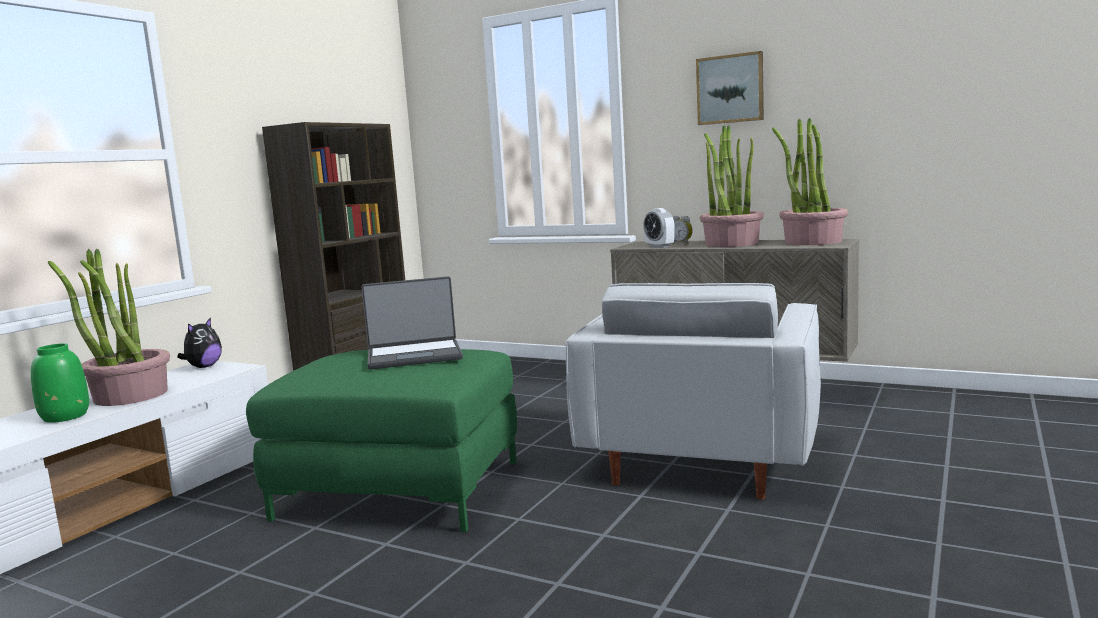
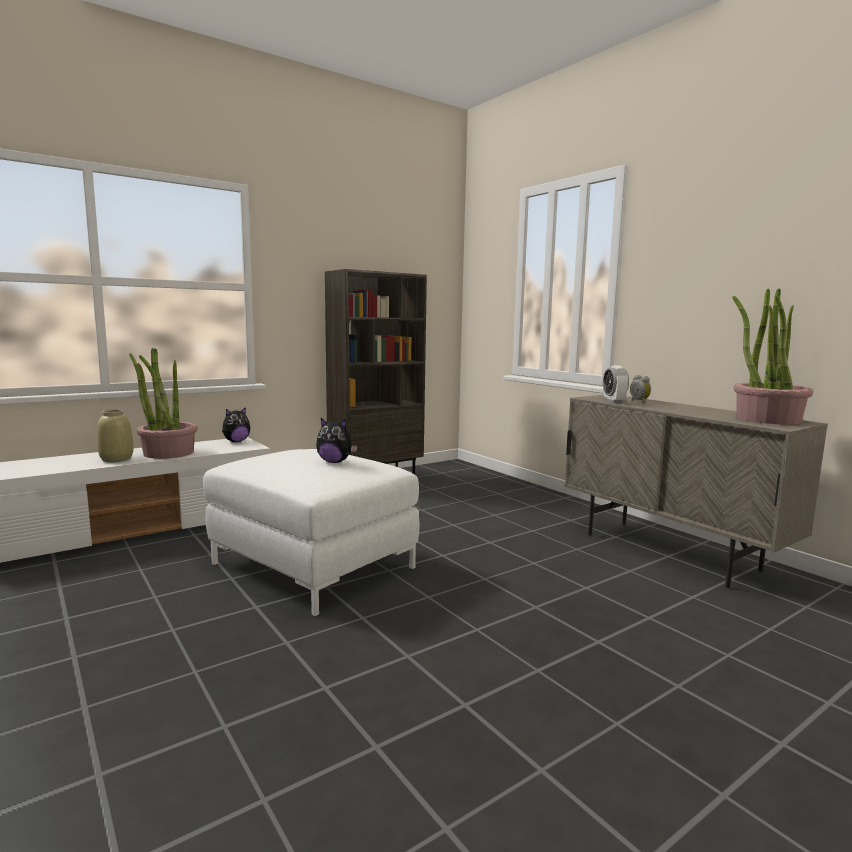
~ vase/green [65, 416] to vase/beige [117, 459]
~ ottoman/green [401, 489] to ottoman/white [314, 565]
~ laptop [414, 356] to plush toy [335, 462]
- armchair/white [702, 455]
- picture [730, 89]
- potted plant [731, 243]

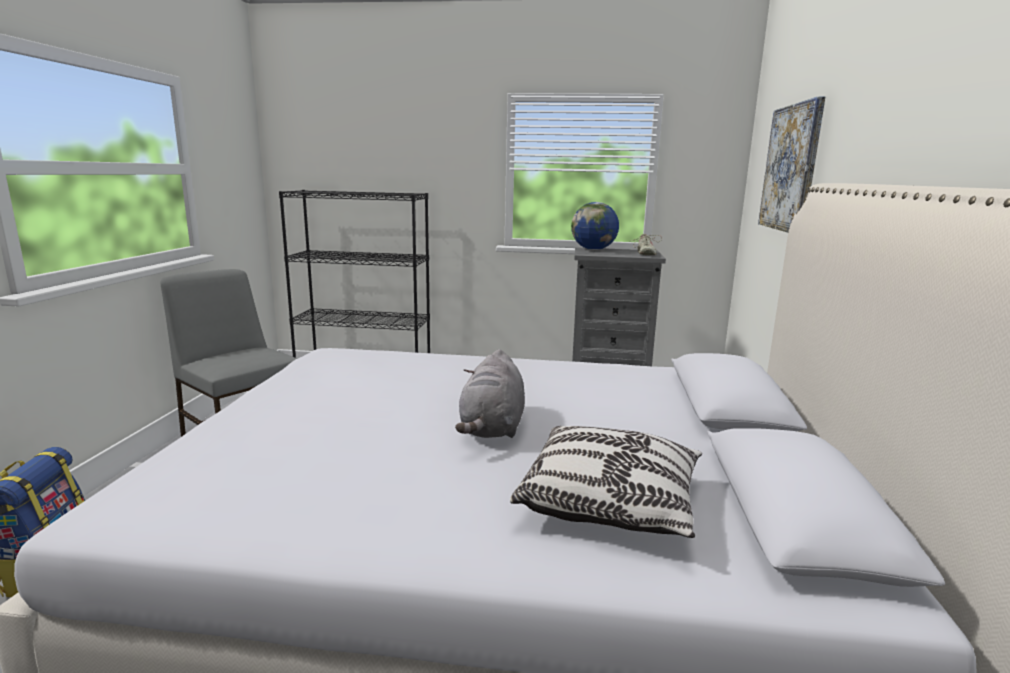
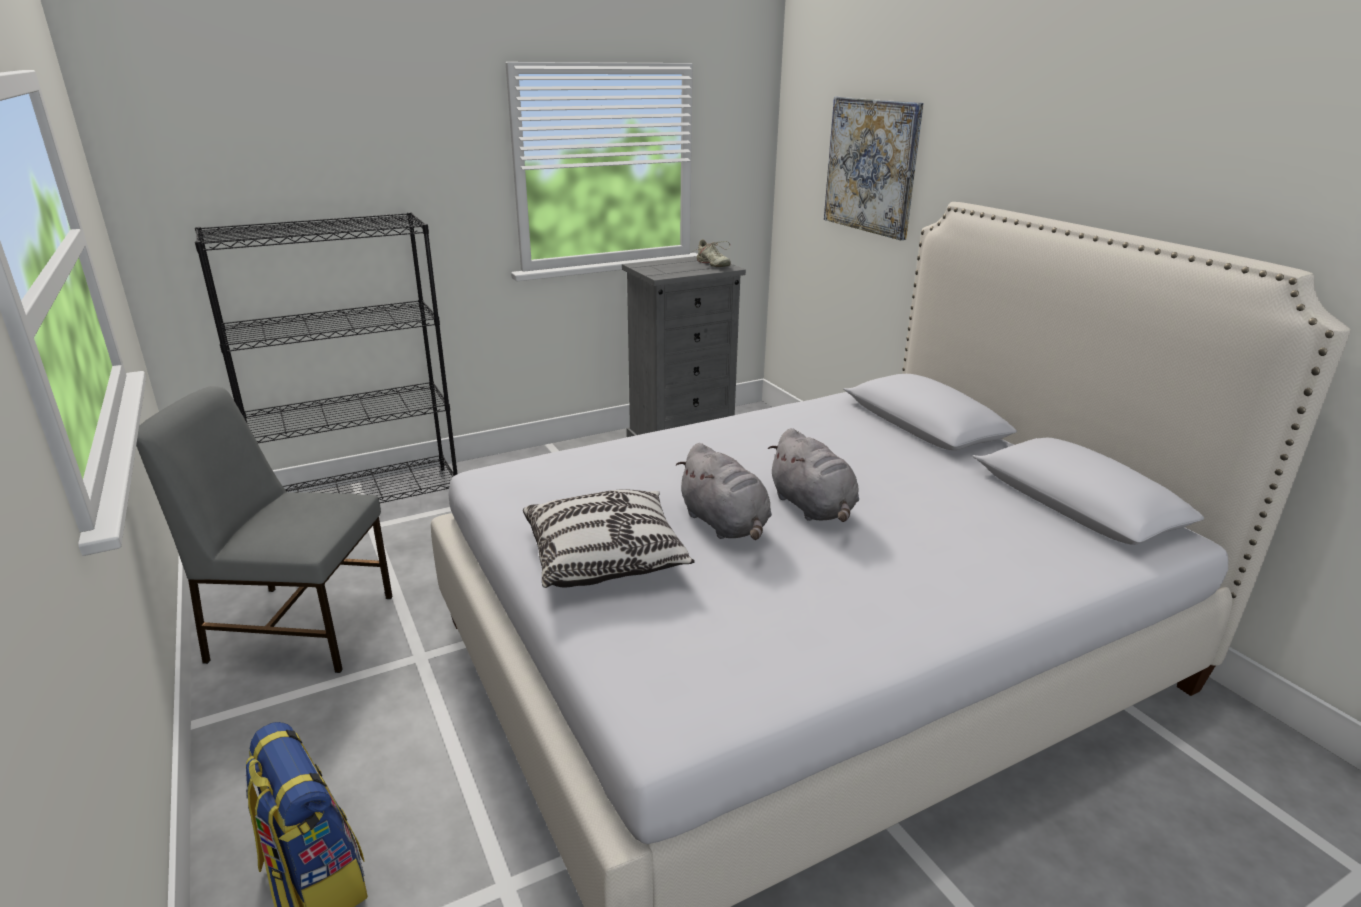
~ pillow [610, 502] to [606, 558]
+ plush toy/grey [725, 524]
- globe [593, 249]

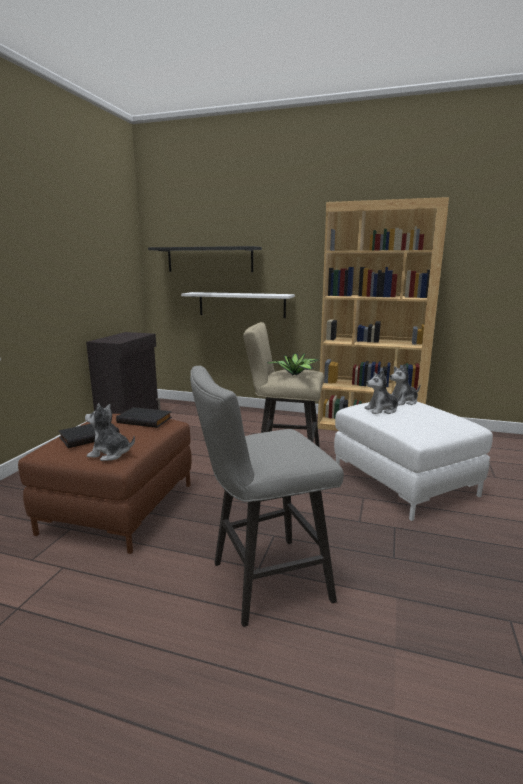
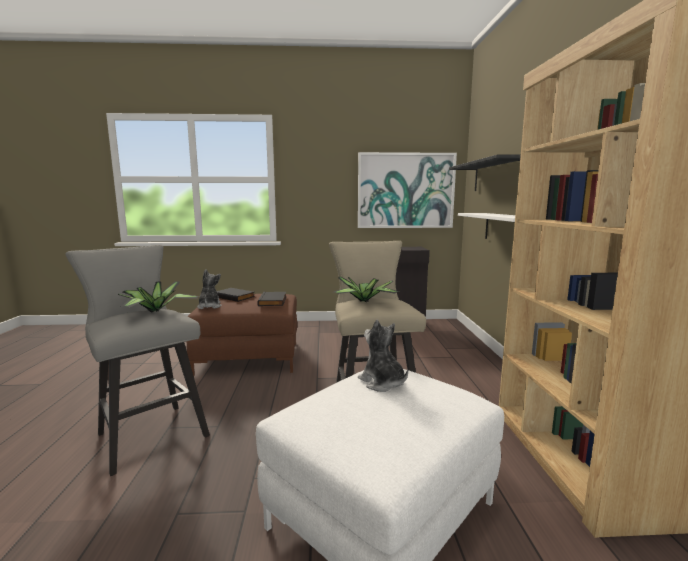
+ potted plant [154, 311]
+ picture [405, 191]
- plush toy [403, 401]

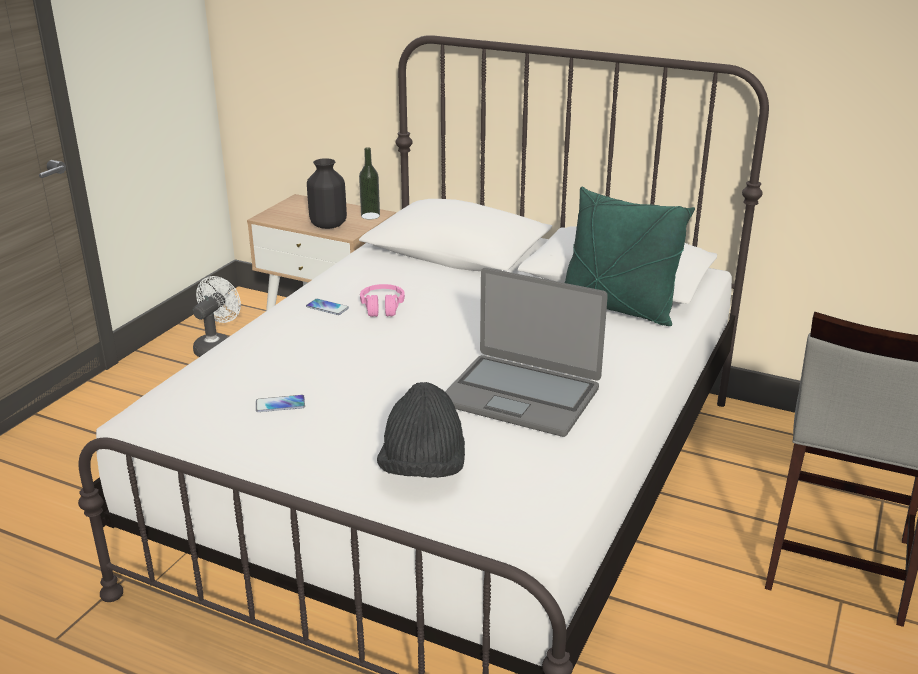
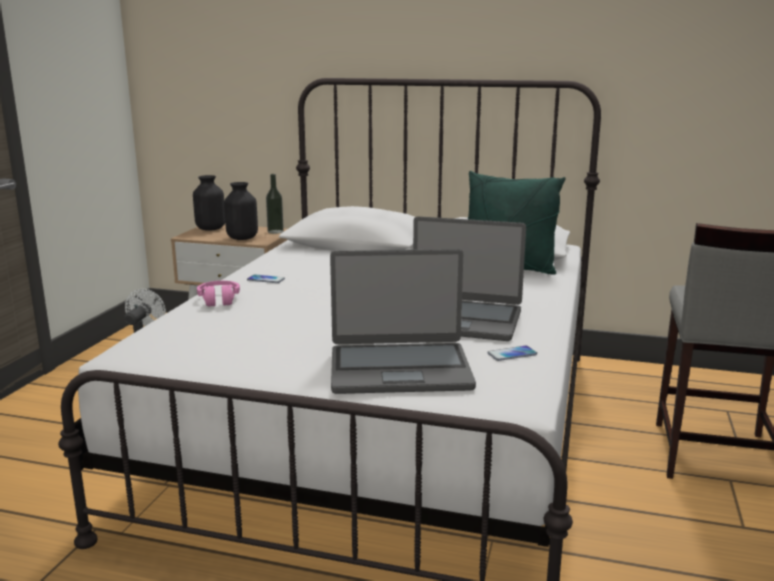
+ vase/black [210, 228]
~ headphones/pink [382, 308] to [219, 300]
~ hat/black [423, 469] to laptop [399, 369]
~ phone [280, 404] to [512, 354]

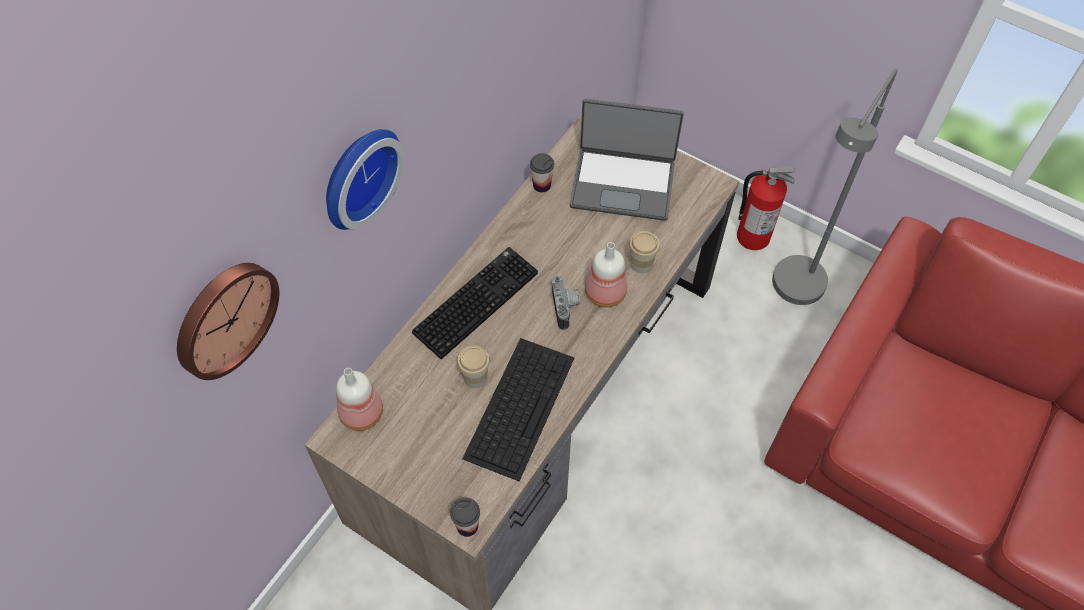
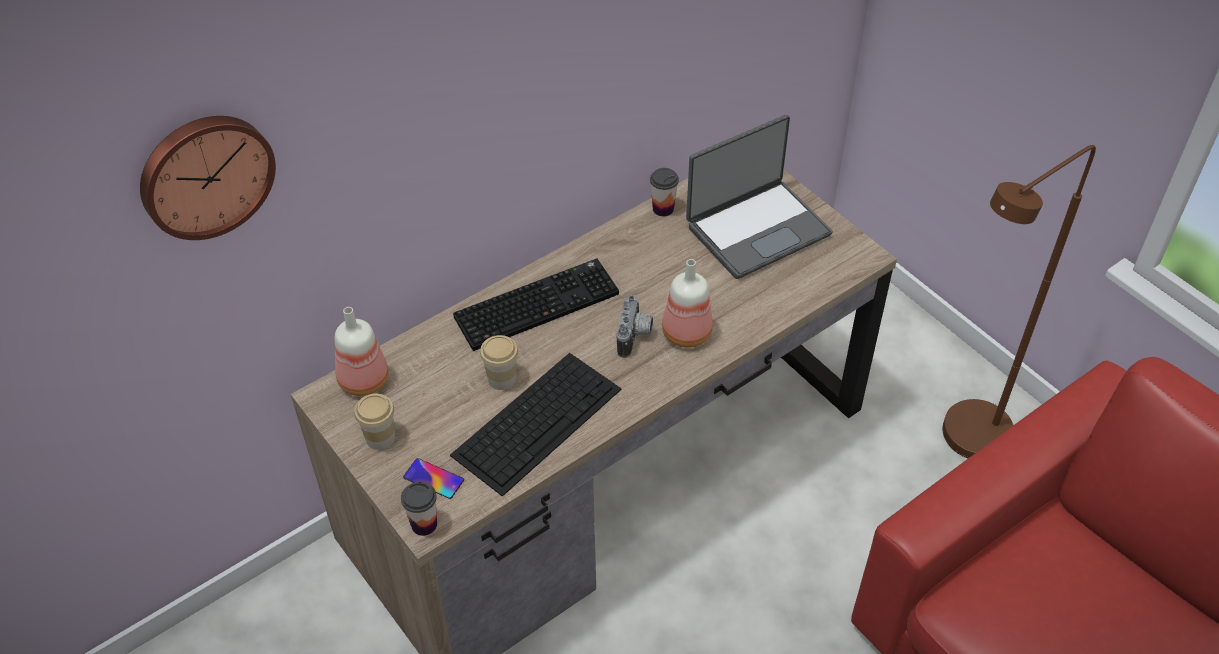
~ cup [641, 264] to [380, 438]
+ phone [433, 479]
~ laptop [623, 183] = [757, 229] 60 degrees counterclockwise
~ floor lamp/grey [794, 294] to floor lamp/brown [965, 445]
- wall clock [356, 175]
- fire extinguisher [752, 236]

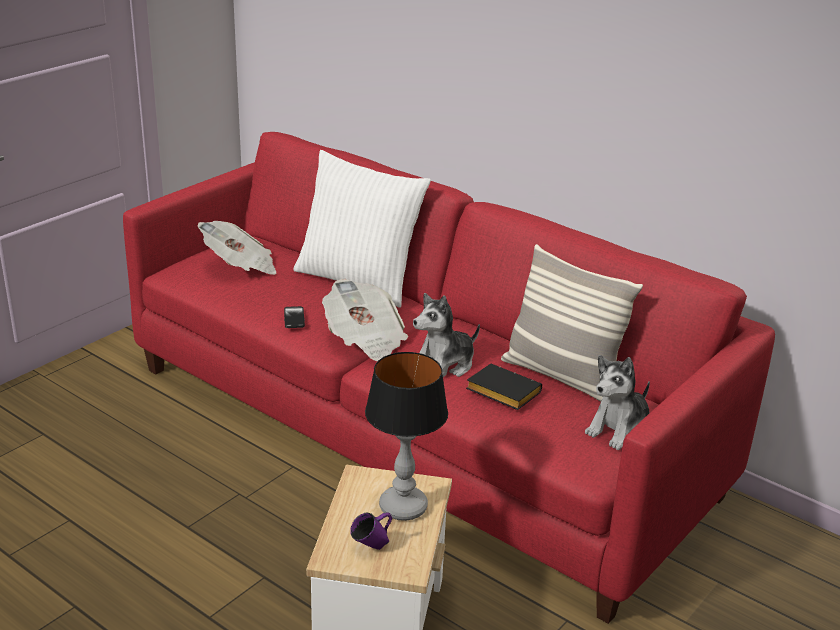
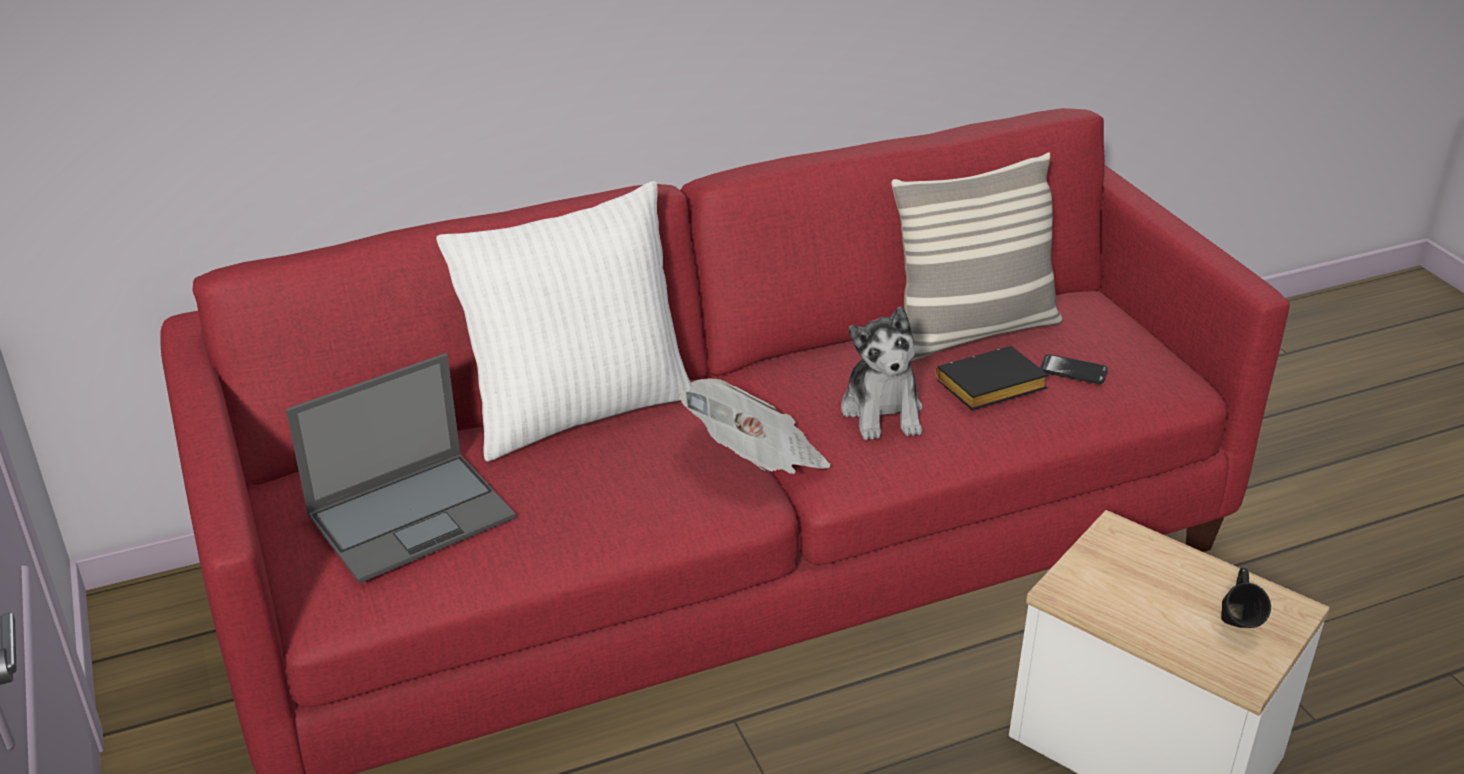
~ newspaper [240, 266] to laptop [413, 515]
~ phone [294, 318] to [1073, 371]
~ mug/purple [371, 548] to mug/black [1236, 629]
- table lamp [404, 507]
- plush toy [619, 429]

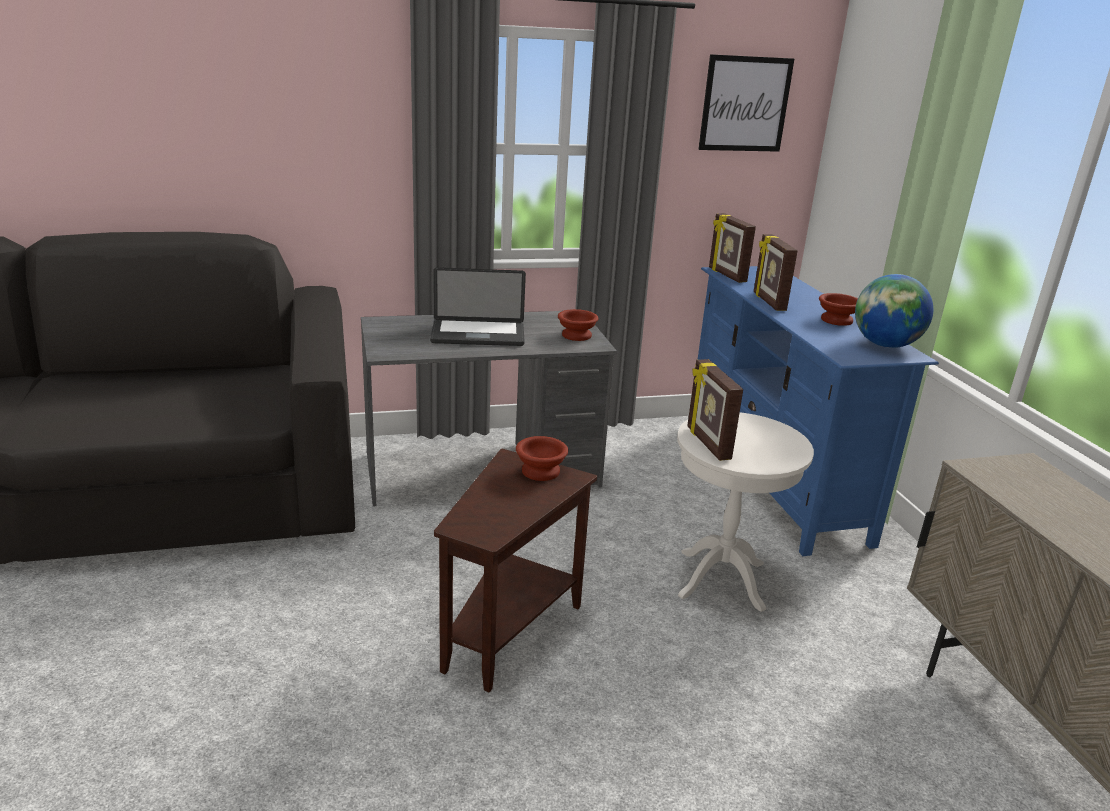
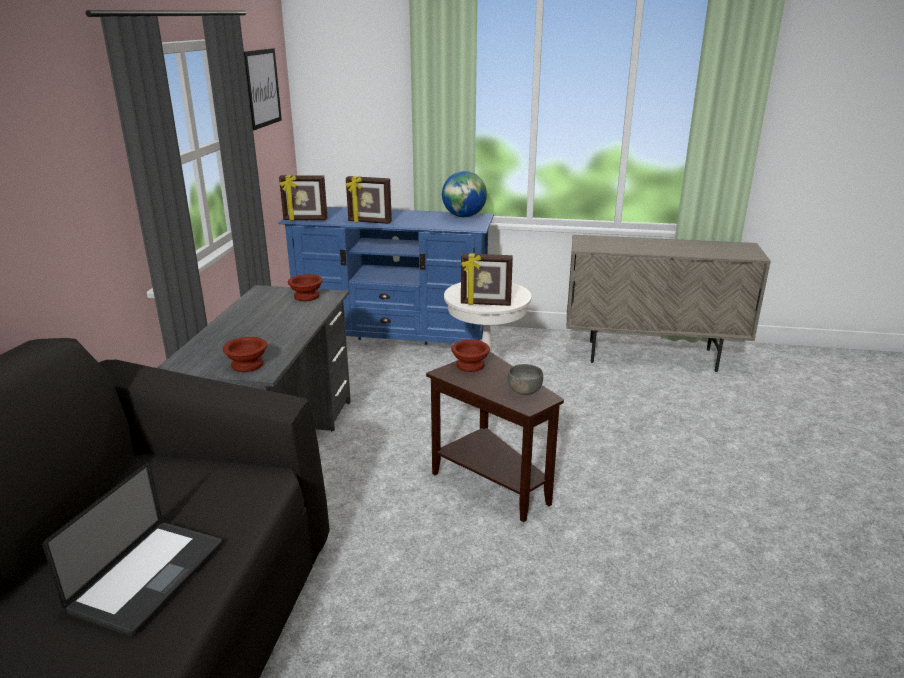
~ laptop [478, 335] to [148, 577]
~ bowl/brown [835, 320] to [246, 365]
+ bowl/grey [524, 390]

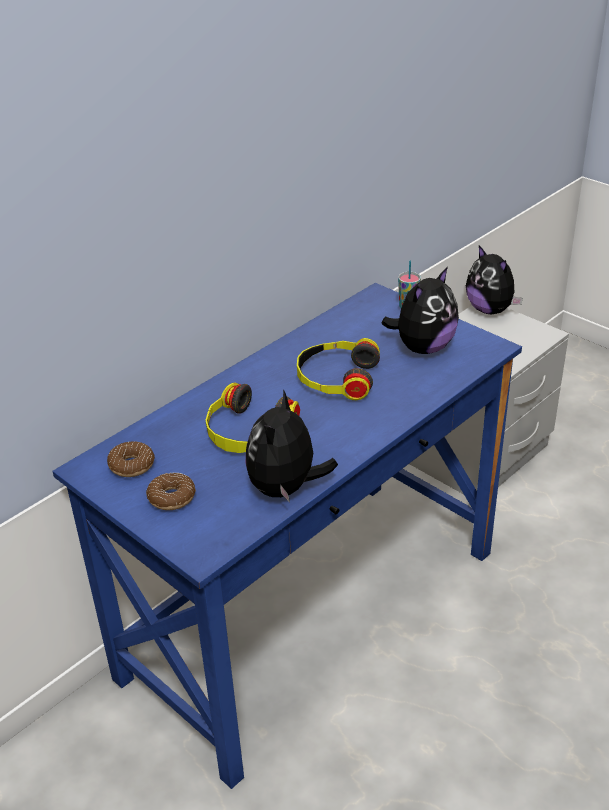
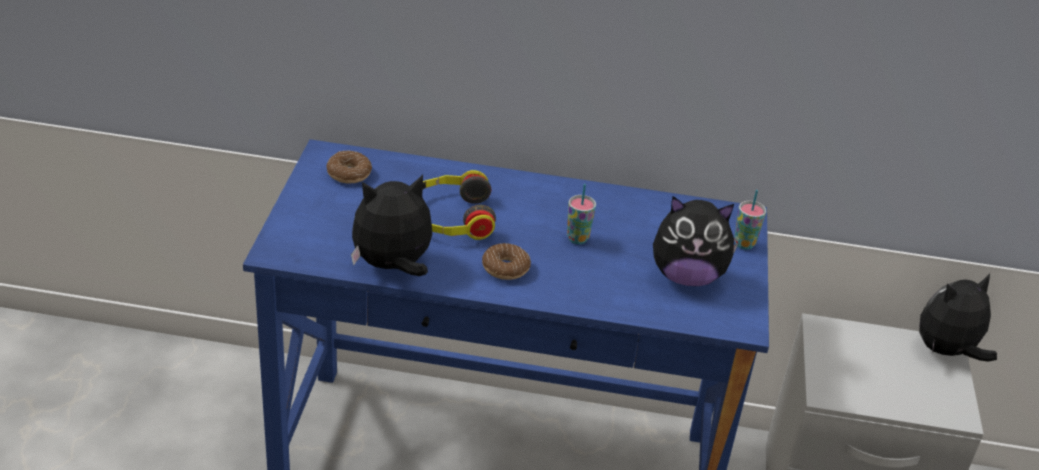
~ donut [172, 497] to [505, 268]
~ headphones [336, 378] to cup [577, 238]
~ plush toy [490, 310] = [947, 352] 45 degrees clockwise

